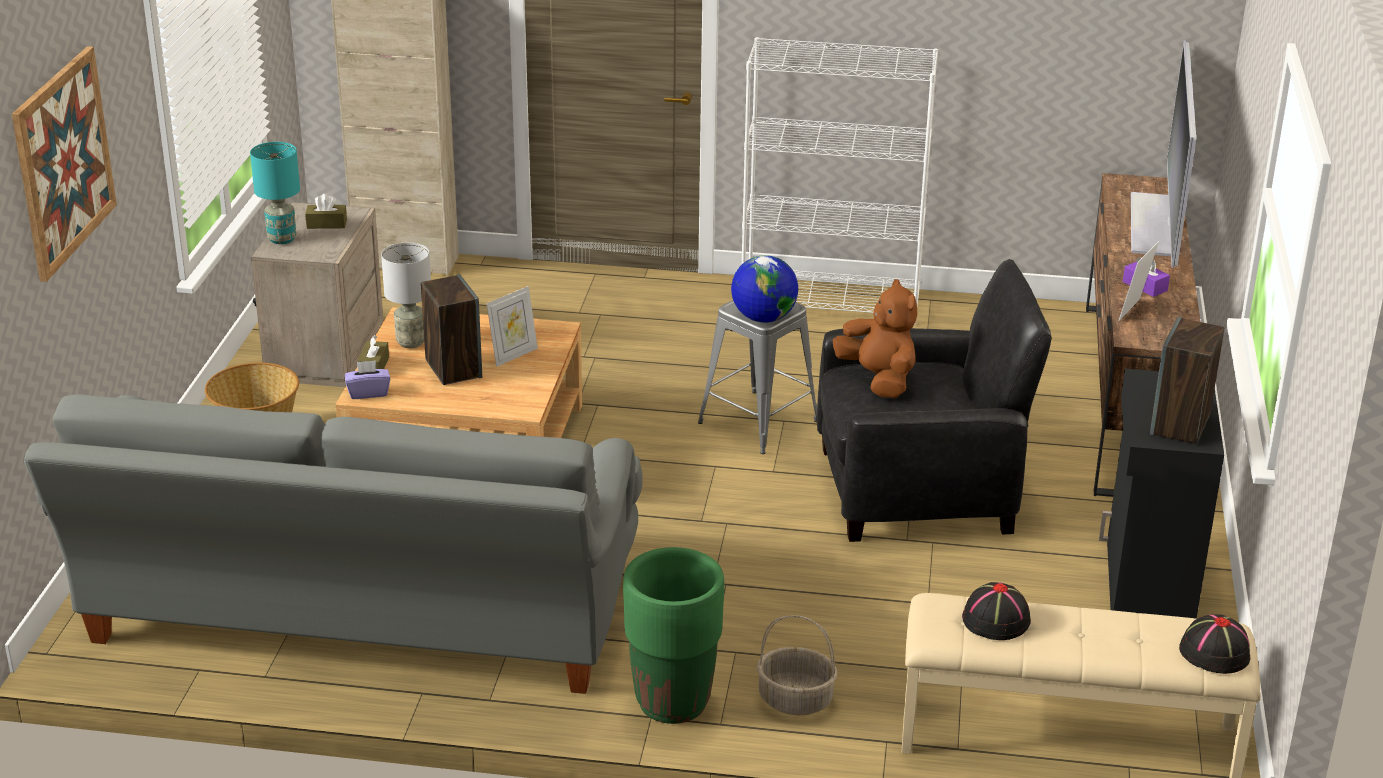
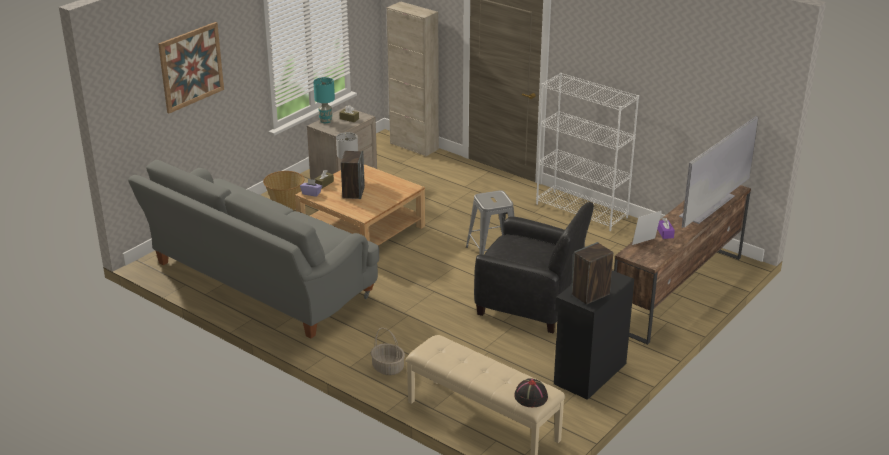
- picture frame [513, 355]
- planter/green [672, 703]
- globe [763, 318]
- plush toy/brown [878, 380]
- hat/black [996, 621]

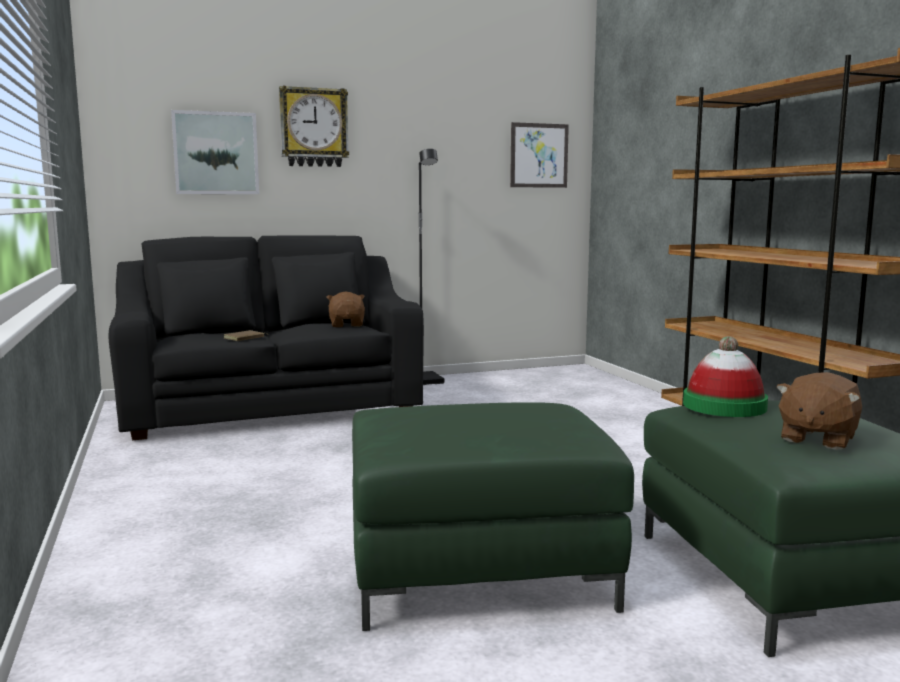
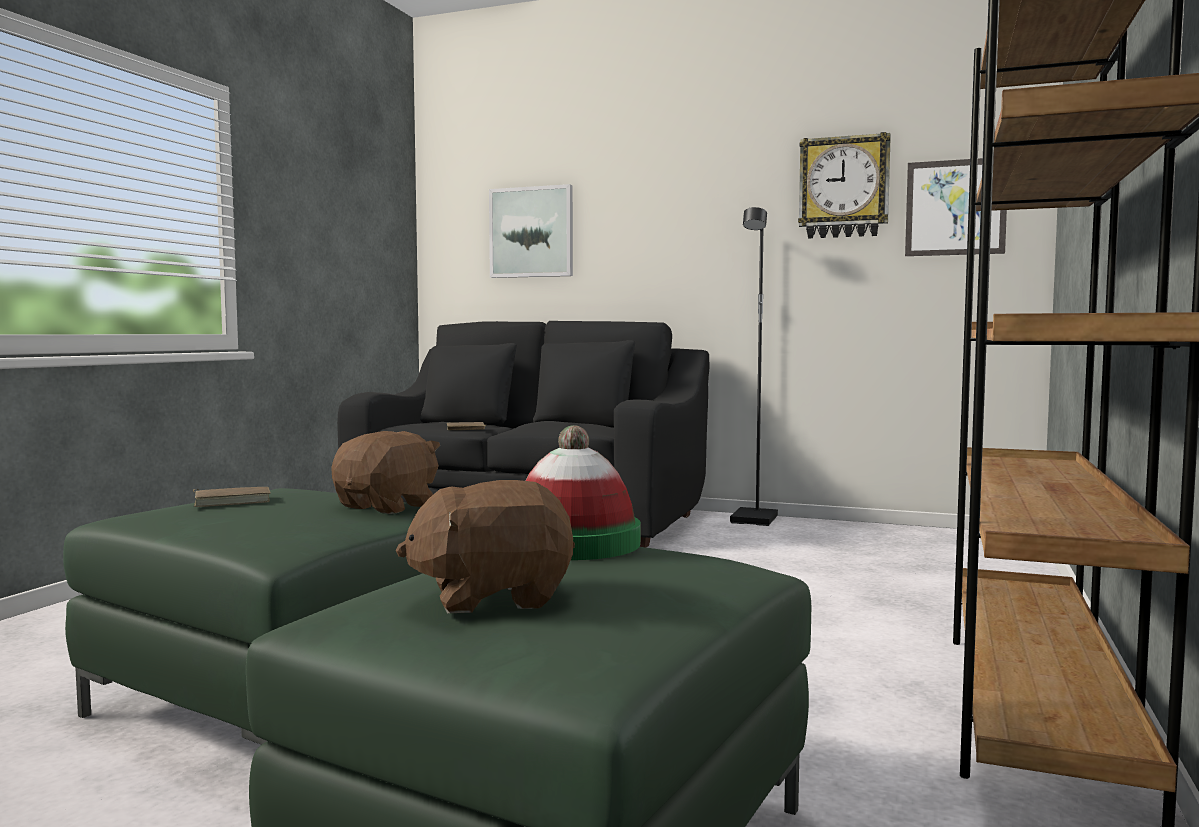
+ book/brown [233, 501]
~ plush toy/brown [347, 325] to [389, 507]
~ wall clock [314, 127] to [844, 187]

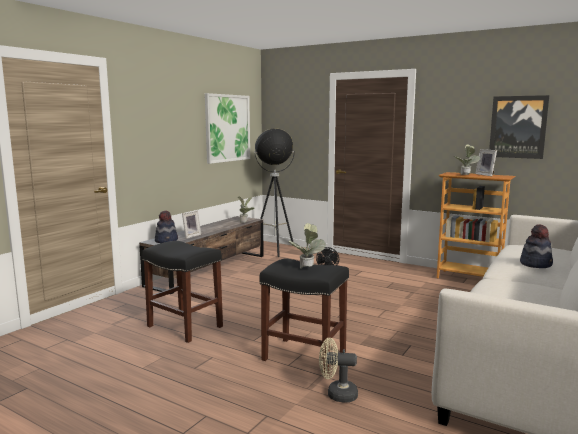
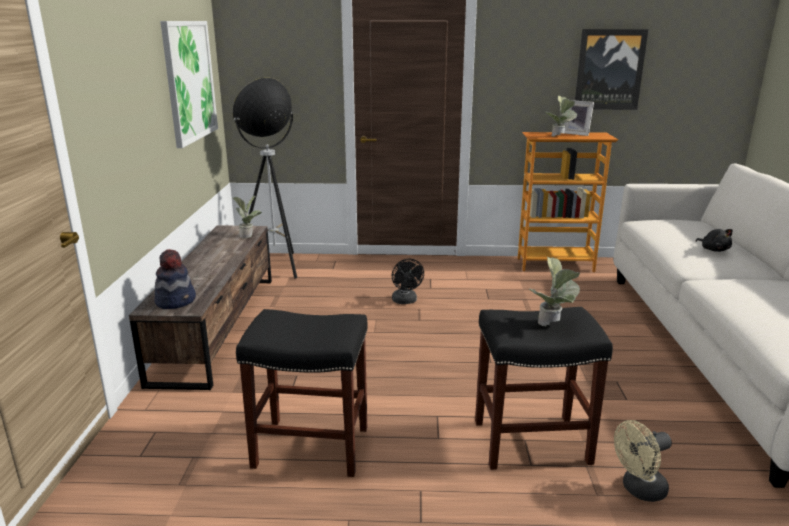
~ hat [536, 264] to plush toy/black [713, 250]
- picture frame [190, 236]

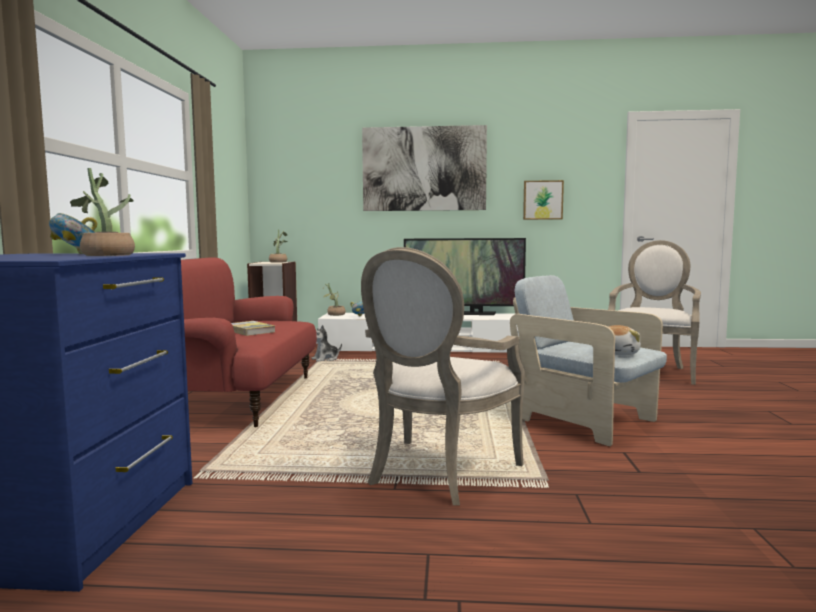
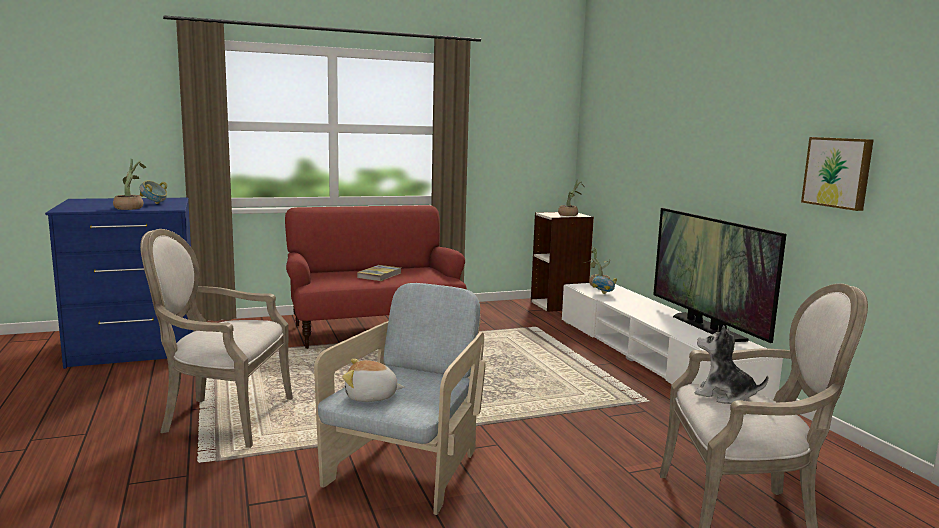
~ plush toy [325, 359] to [724, 395]
- picture [424, 169]

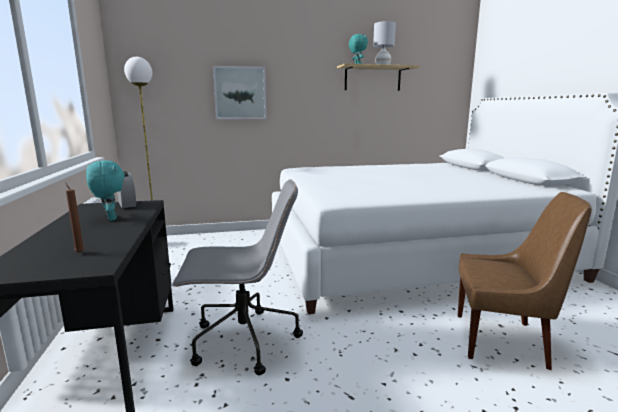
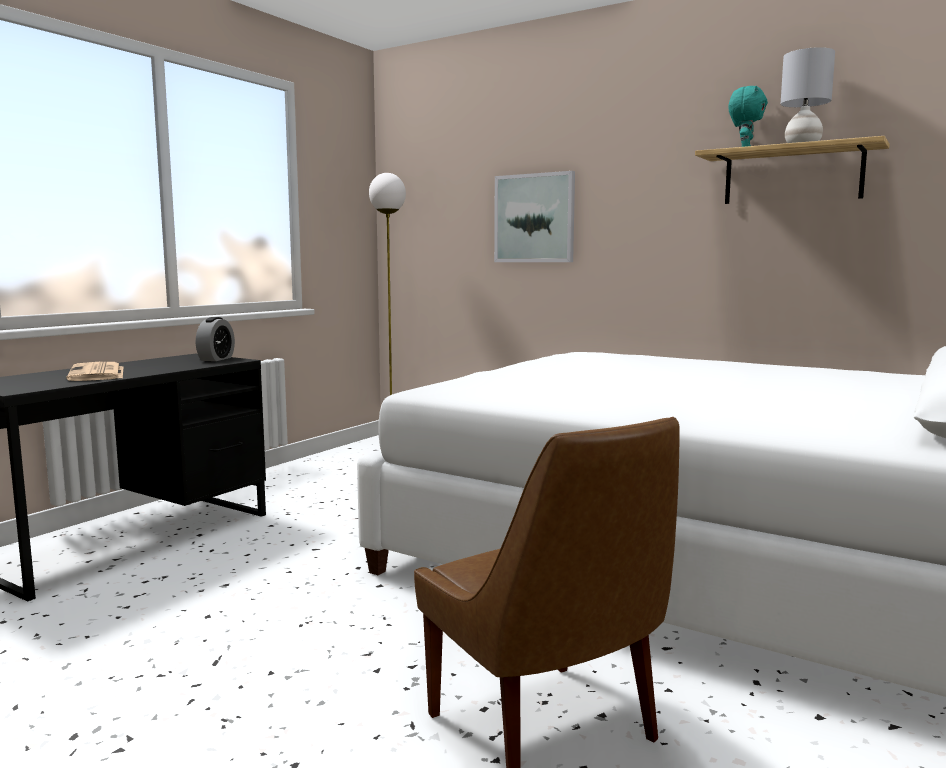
+ newspaper [97, 373]
- candle/brown [79, 252]
- plush toy/turquoise [110, 218]
- office chair/grey [242, 341]

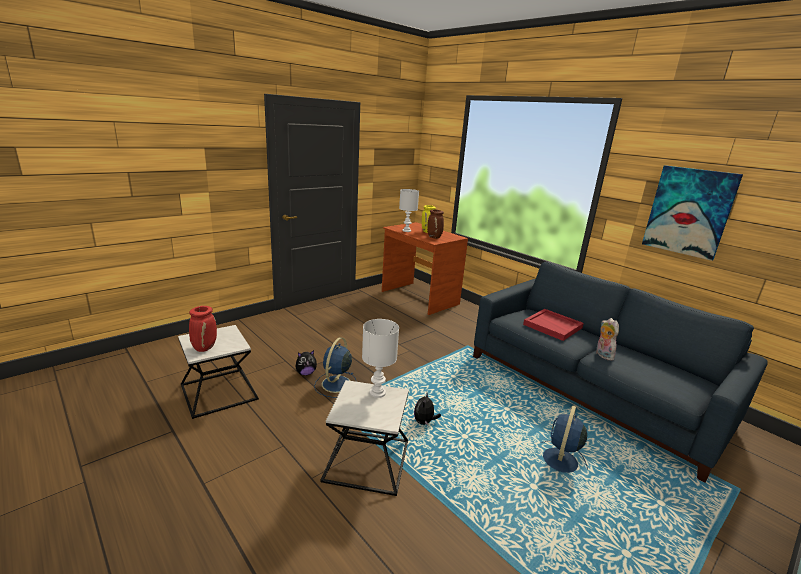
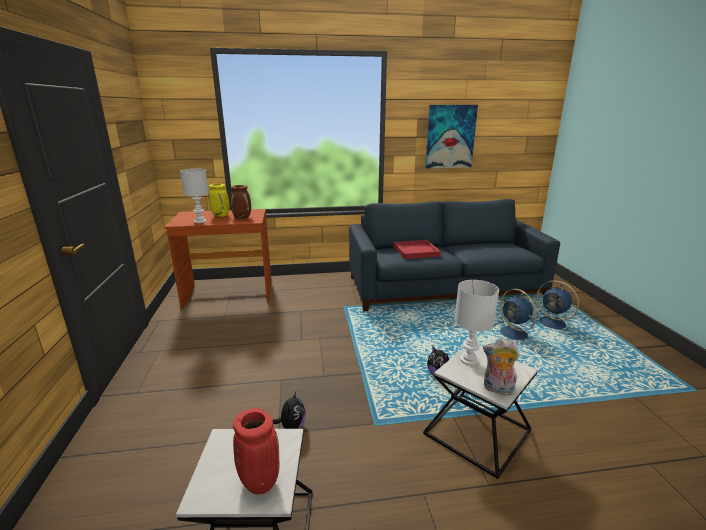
~ plush toy [602, 355] to [497, 389]
~ fan/blue [336, 385] to [553, 324]

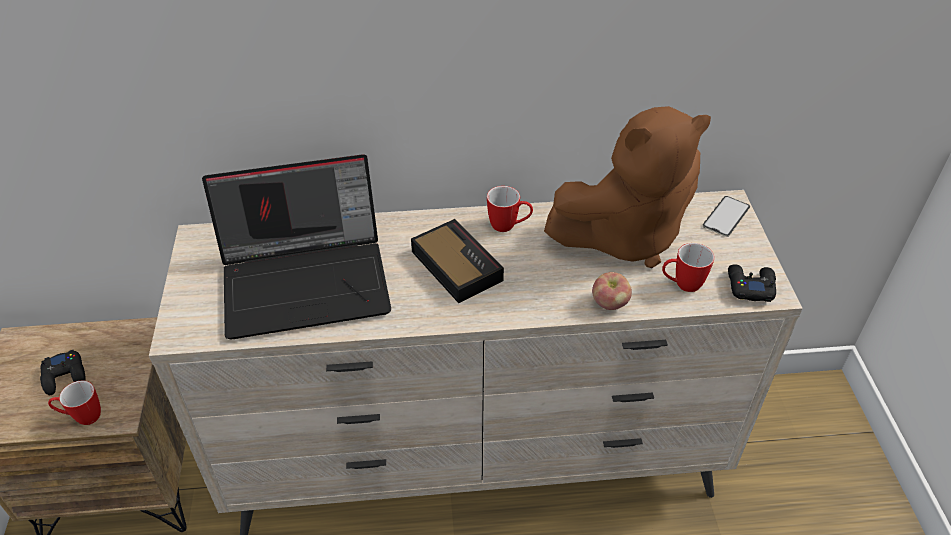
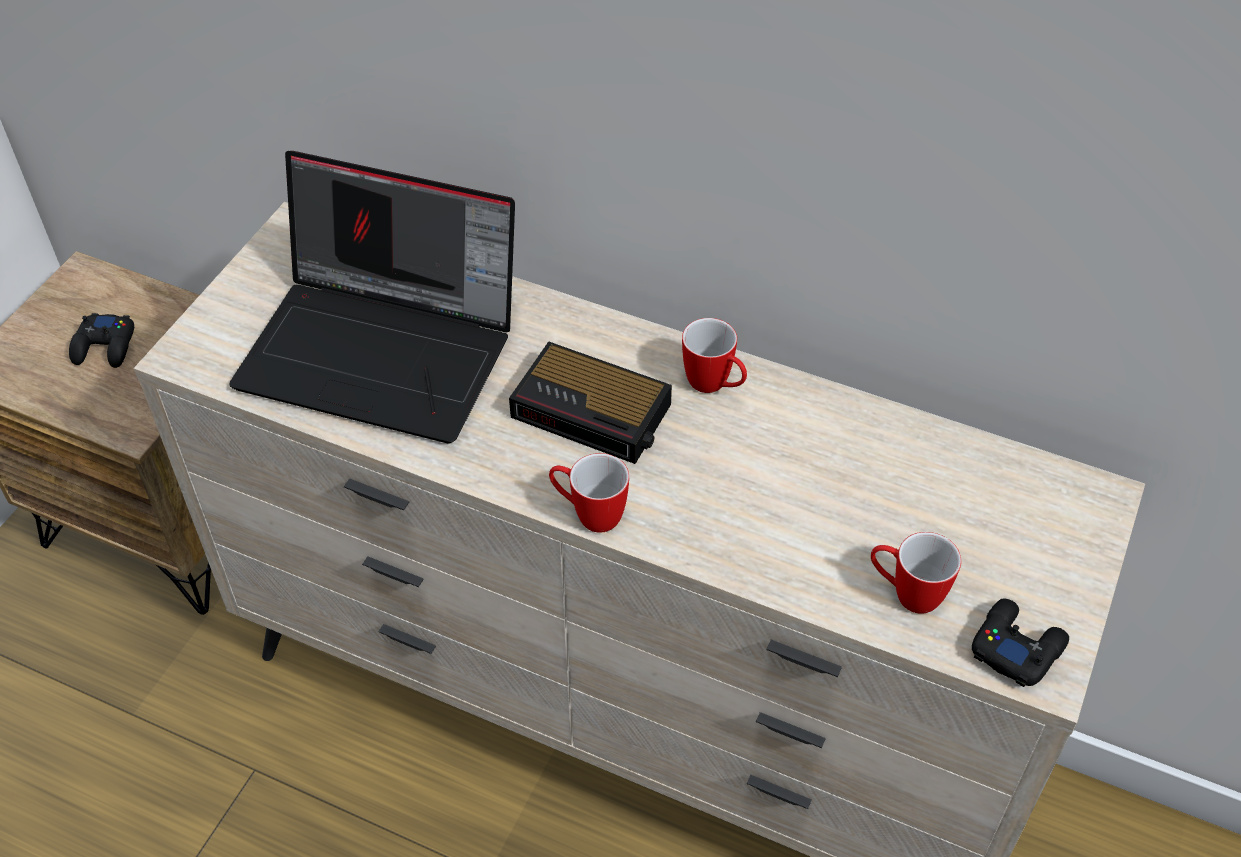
~ alarm clock [455, 264] = [594, 412] 120 degrees clockwise
~ mug [82, 417] to [588, 514]
- plush toy/brown [624, 236]
- apple [609, 303]
- phone [726, 216]

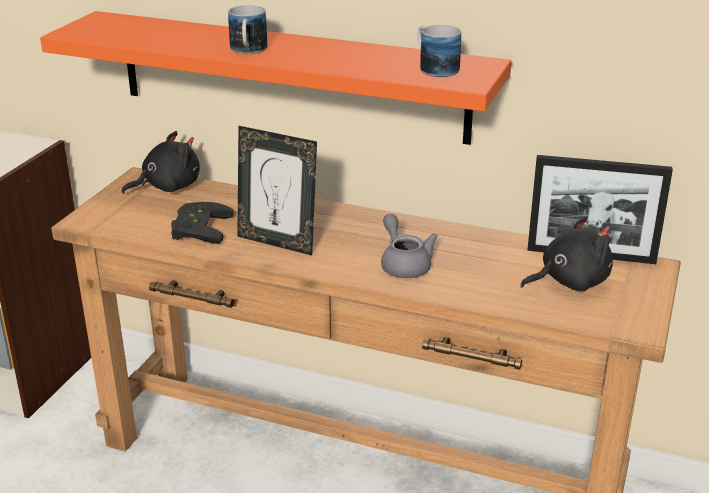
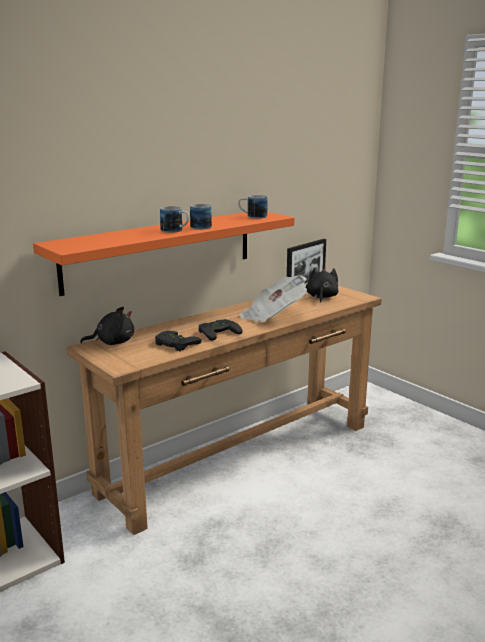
~ plush toy/black [167, 187] = [112, 342] 75 degrees clockwise
+ mug [199, 226]
~ picture frame [277, 242] to game controller/black [218, 332]
~ teapot/grey [404, 264] to newspaper [272, 316]

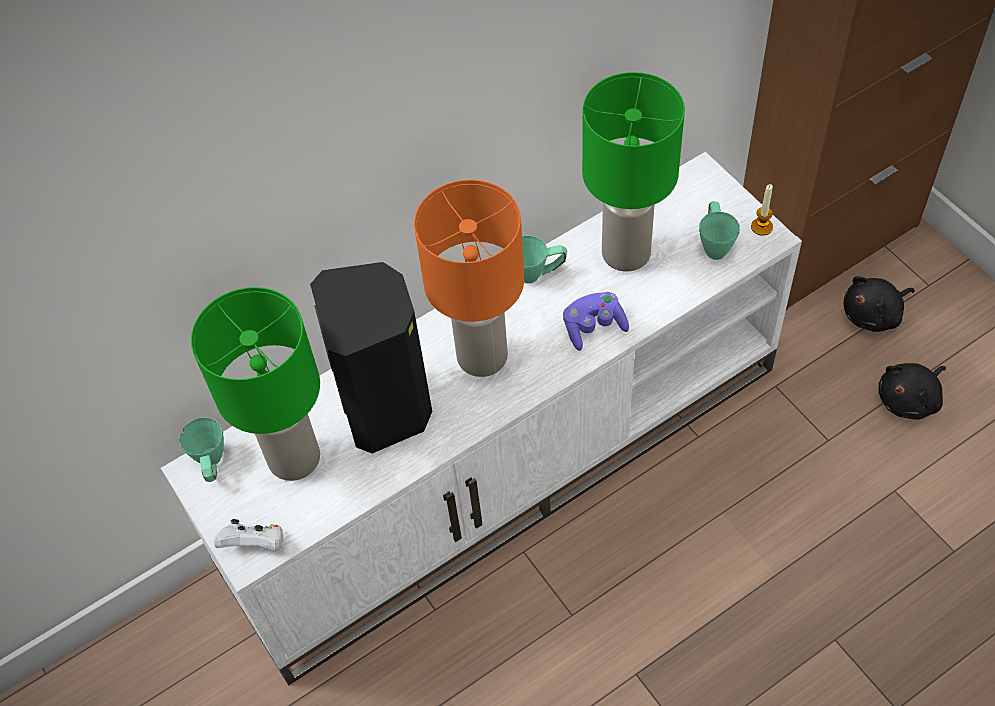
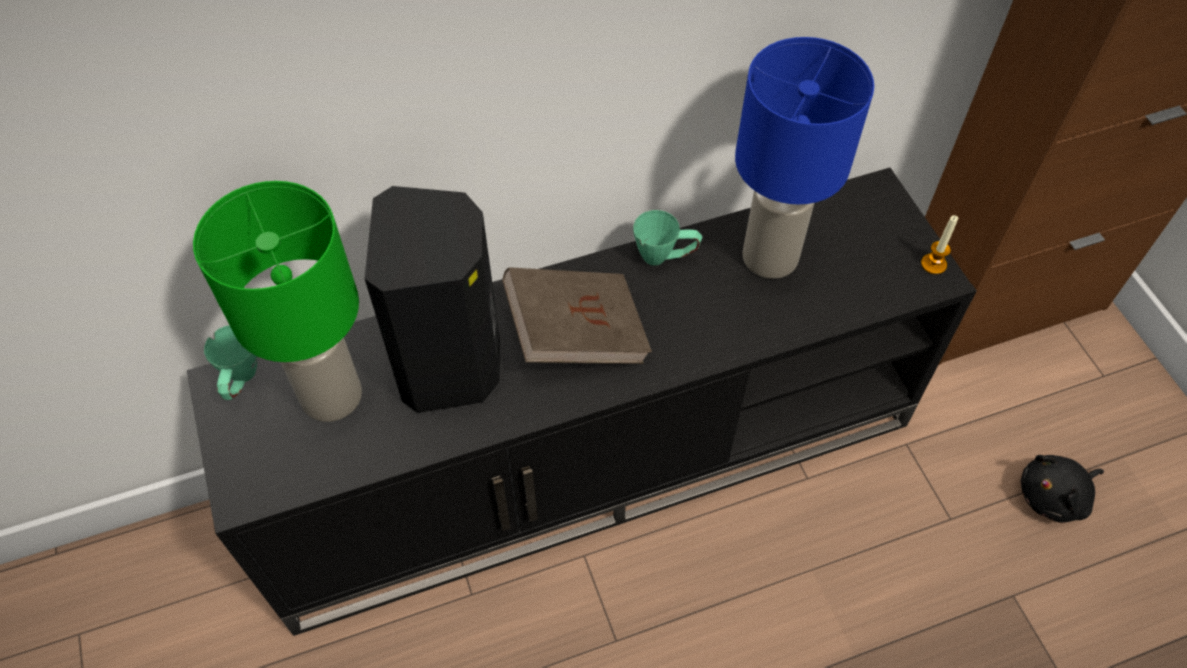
~ tv stand/white [507, 464] to tv stand/black [594, 456]
~ table lamp/orange [483, 356] to book/brown [576, 334]
~ table lamp/green [625, 252] to table lamp/blue [769, 256]
- game controller/white [255, 544]
- game controller/purple [593, 327]
- mug/green [714, 244]
- plush toy/black [874, 314]

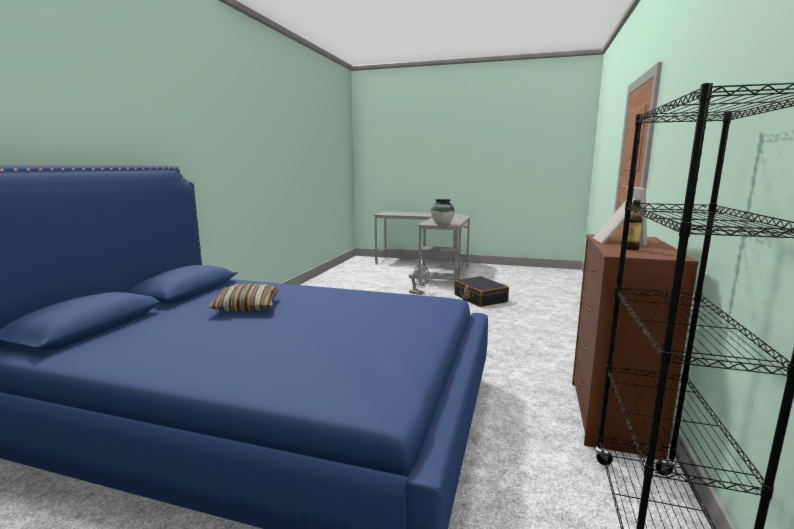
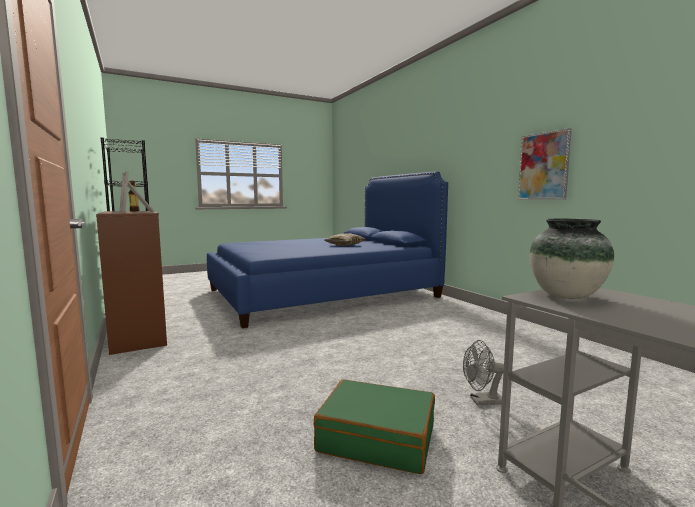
~ suitcase/black [480, 298] to suitcase/green [377, 438]
+ picture [543, 166]

